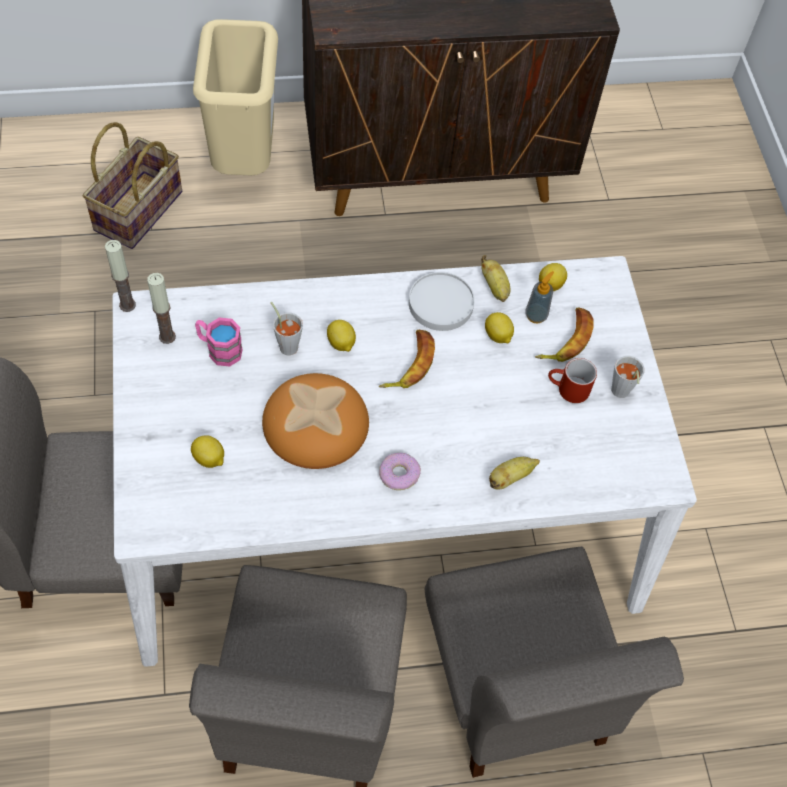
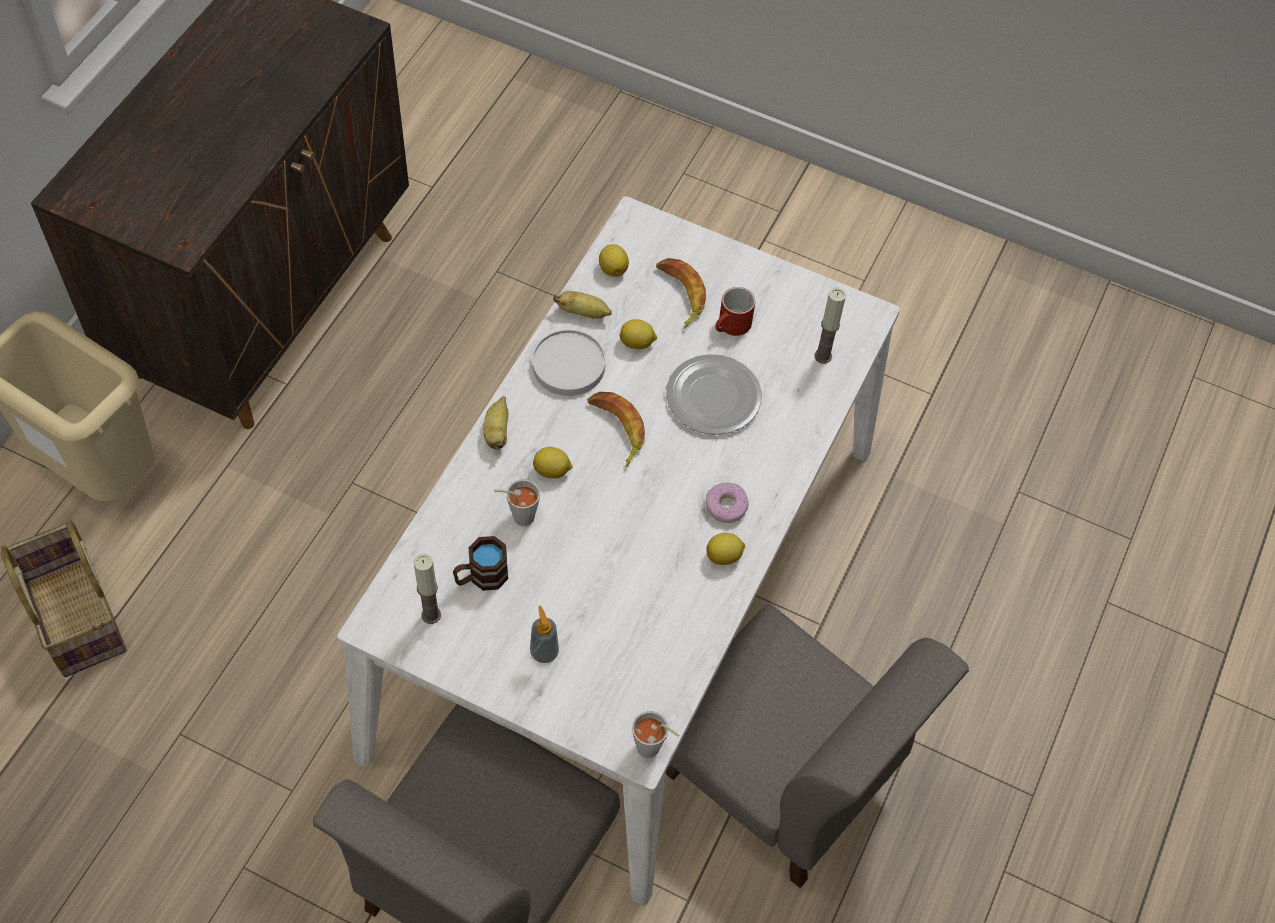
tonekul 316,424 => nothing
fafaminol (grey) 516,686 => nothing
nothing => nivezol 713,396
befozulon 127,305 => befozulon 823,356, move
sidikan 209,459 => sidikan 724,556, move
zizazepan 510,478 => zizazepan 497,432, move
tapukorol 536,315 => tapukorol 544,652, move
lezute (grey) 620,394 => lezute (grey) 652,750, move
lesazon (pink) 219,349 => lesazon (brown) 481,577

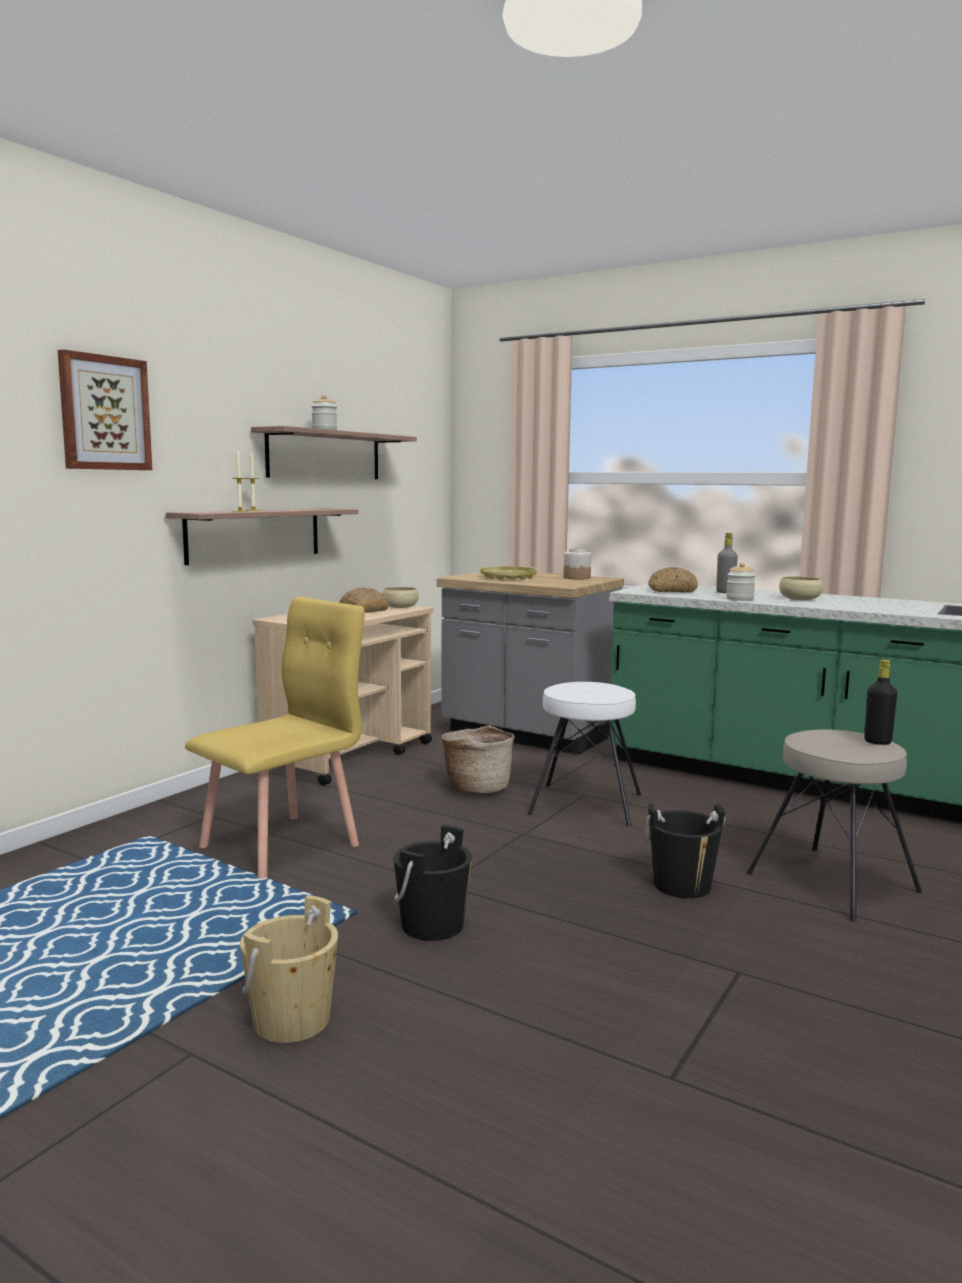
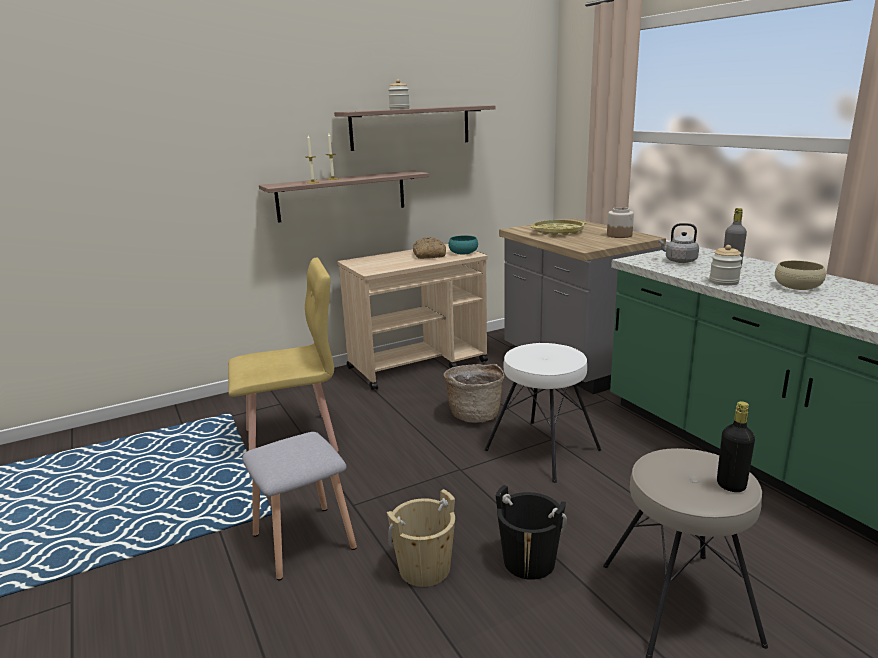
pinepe 104,413 => nothing
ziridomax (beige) 292,1020 => ziridomax (beige) 424,568, move
ziridomax (black) 432,925 => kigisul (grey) 305,542
tonekul 671,590 => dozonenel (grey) 679,261
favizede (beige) 400,606 => favizede (turquoise) 463,252

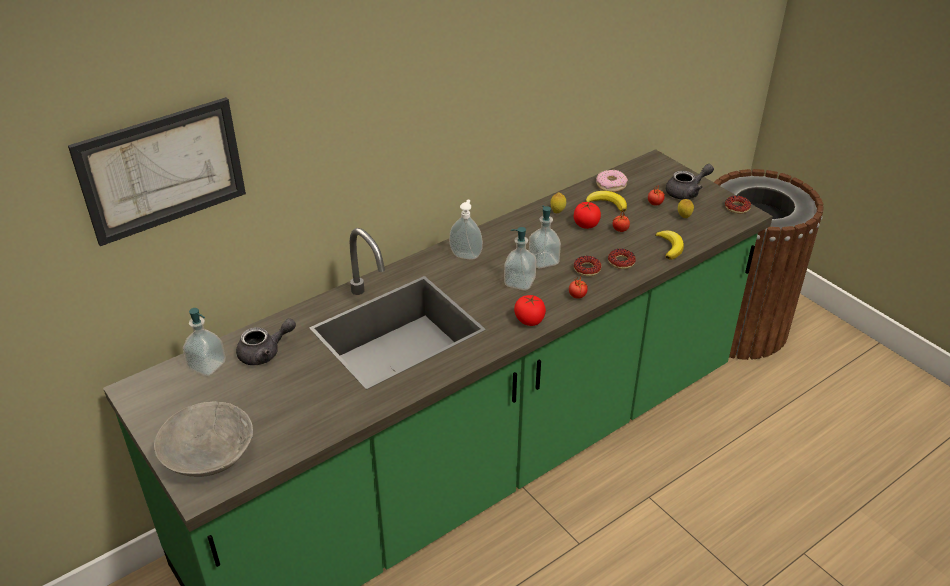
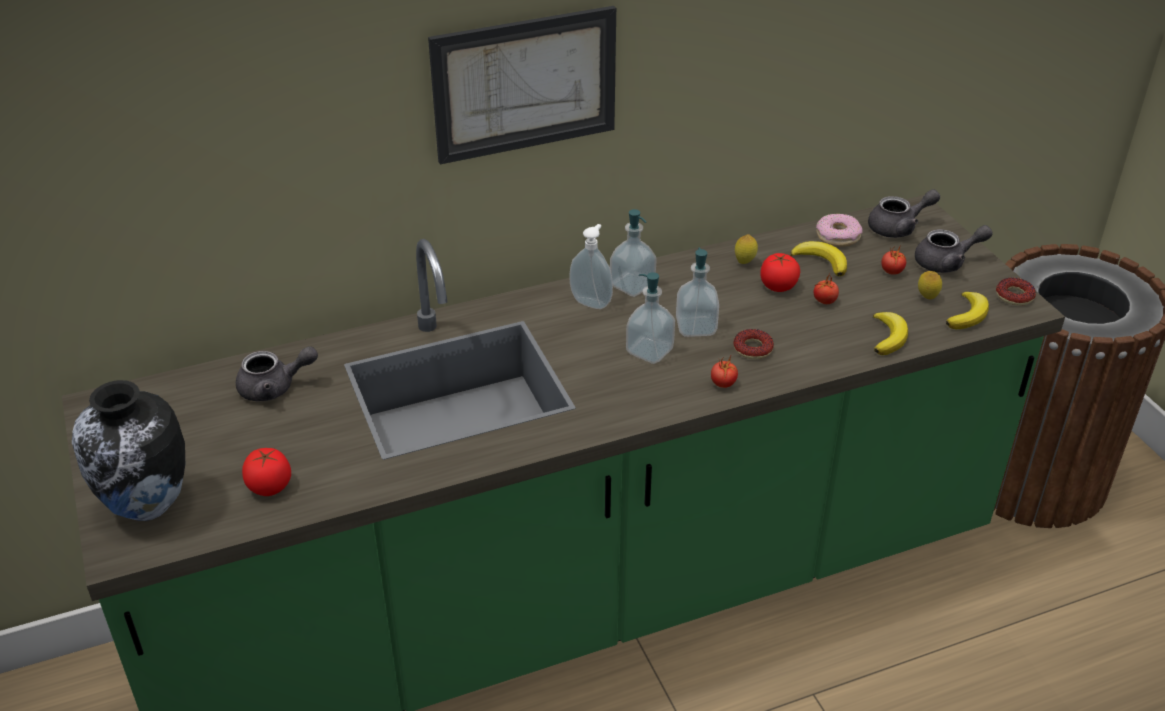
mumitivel 621,262 => nothing
nothing => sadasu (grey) 899,228
nothing => zizazepan 968,314
pinepe 162,170 => pinepe 524,84, move
tapukorol 207,365 => tapukorol 632,285, move
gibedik 529,320 => gibedik 269,486, move
favizede (grey) 208,456 => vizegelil 148,507

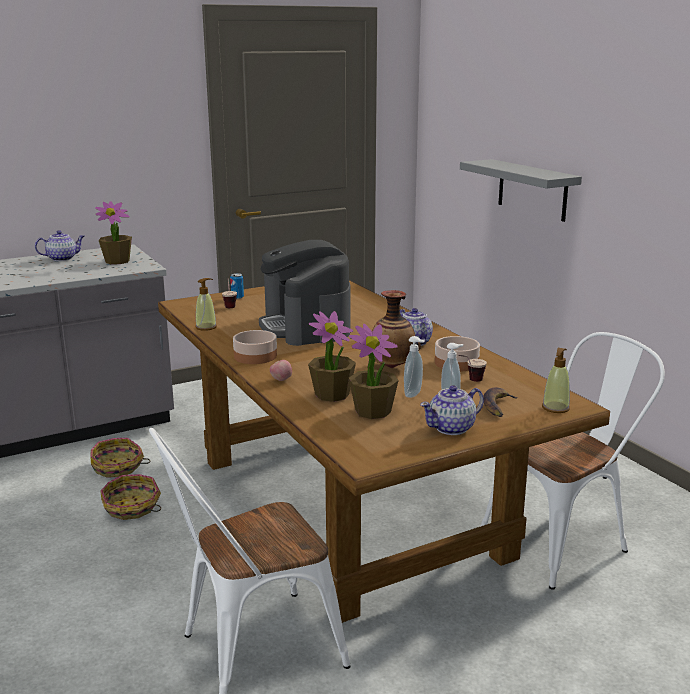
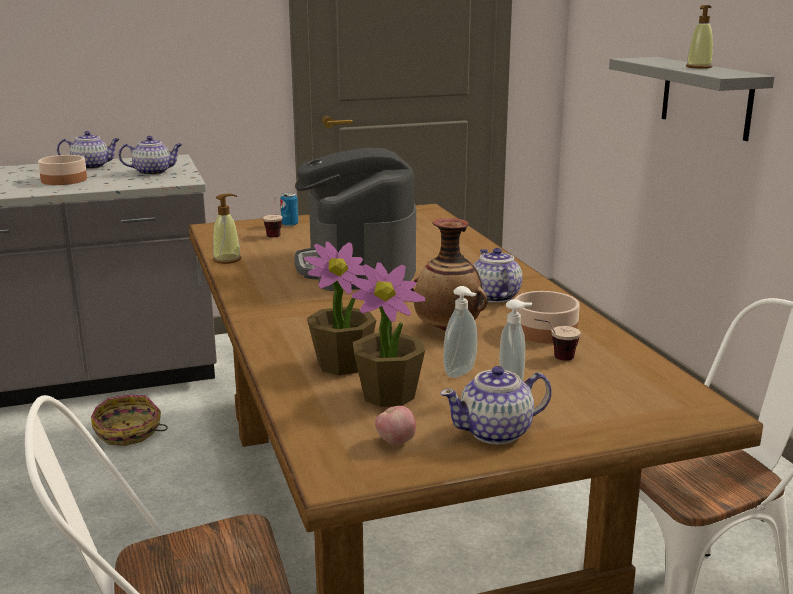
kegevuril 132,508 => nothing
zizazepan 497,406 => nothing
favizede 255,356 => favizede 64,180, move
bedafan 281,380 => bedafan 395,442, move
tapukorol 555,408 => tapukorol 698,67, move
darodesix 117,261 => sadasu 153,172

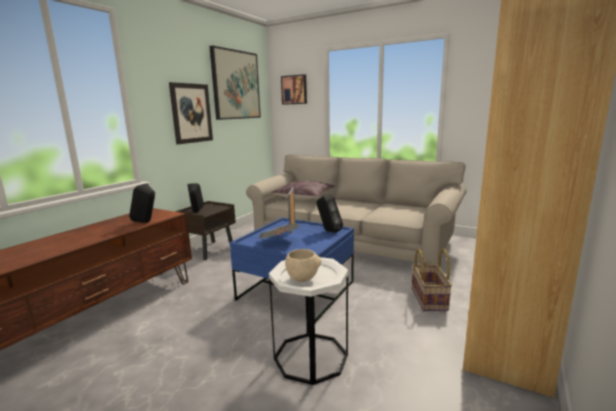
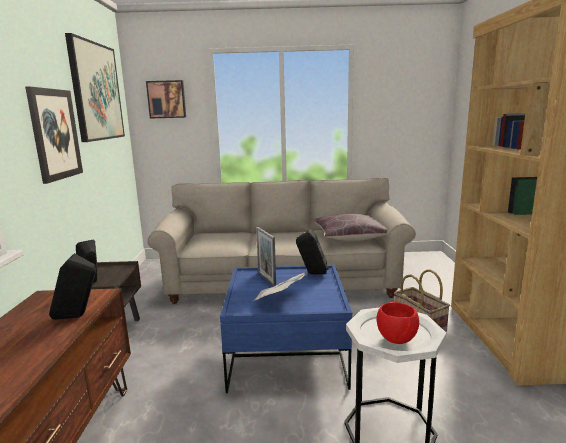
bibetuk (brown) 304,198 => bibetuk (brown) 350,237, move
favizede (beige) 303,279 => favizede (red) 397,339

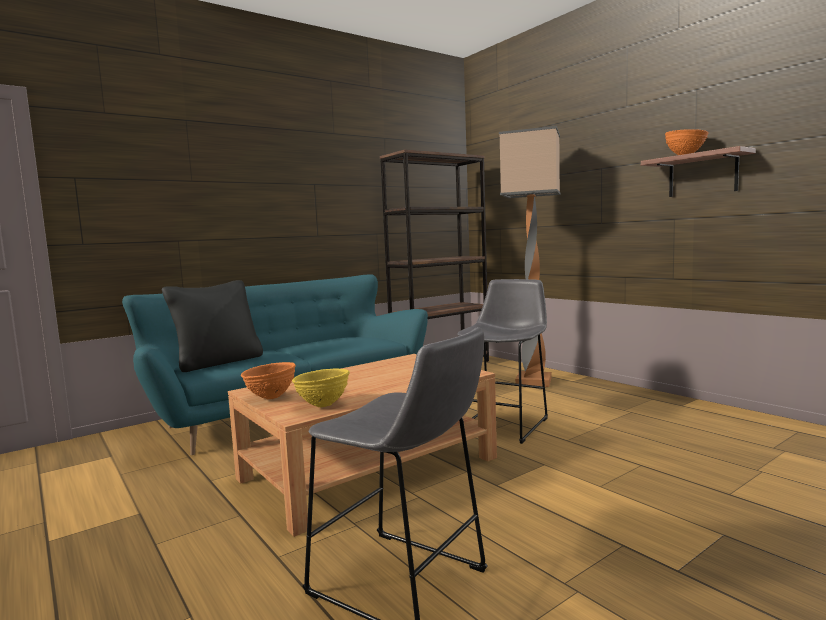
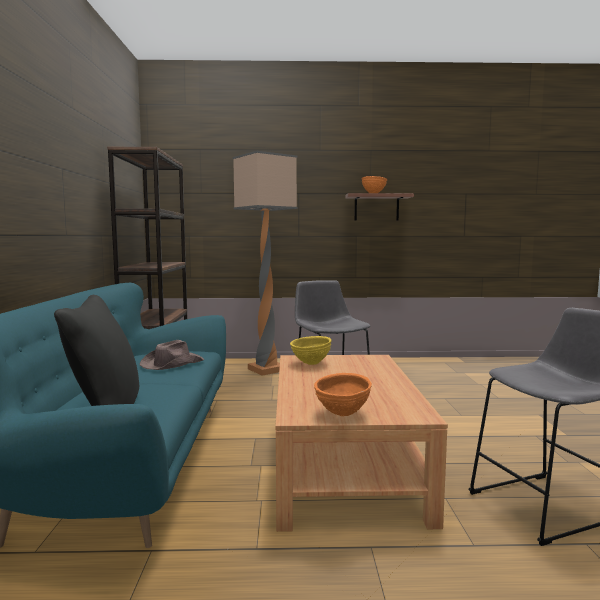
nothing => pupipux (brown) 171,363
favizede (yellow) 323,405 => favizede (yellow) 310,364, move

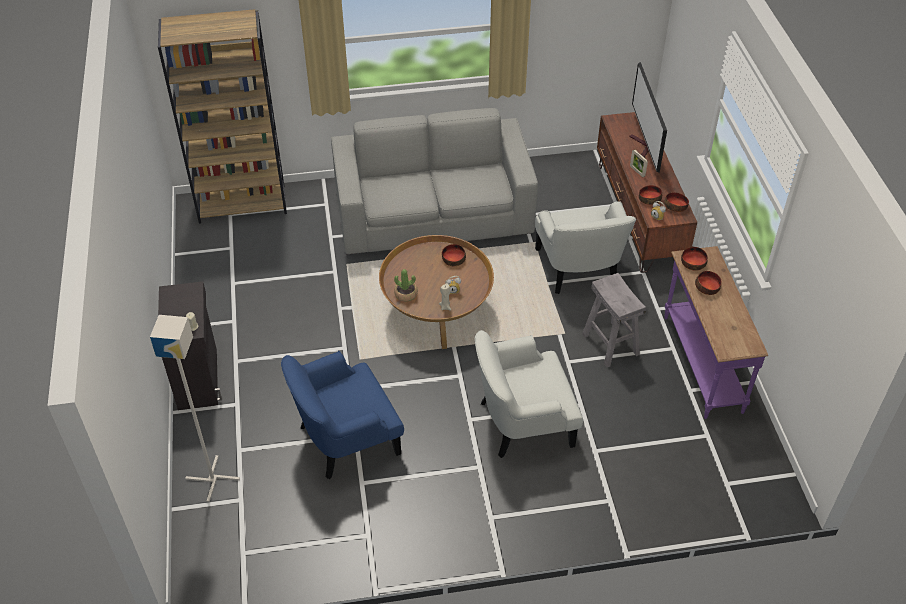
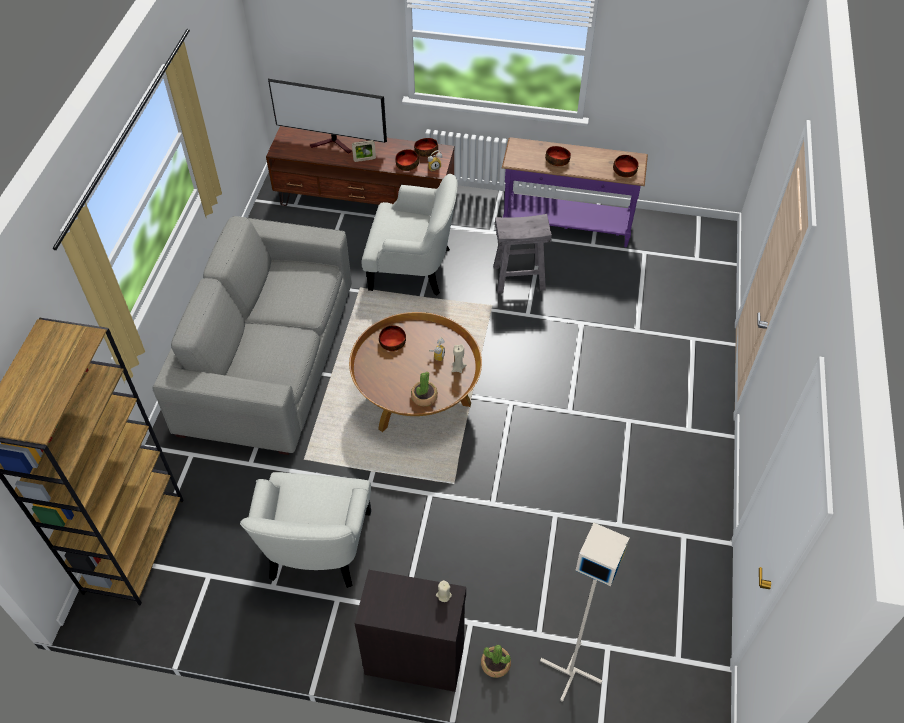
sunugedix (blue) 345,439 => nothing
nothing => darodesix 495,664
sunugedix (white) 523,422 => sunugedix (white) 317,547, move
favizede 693,263 => favizede 624,171, move

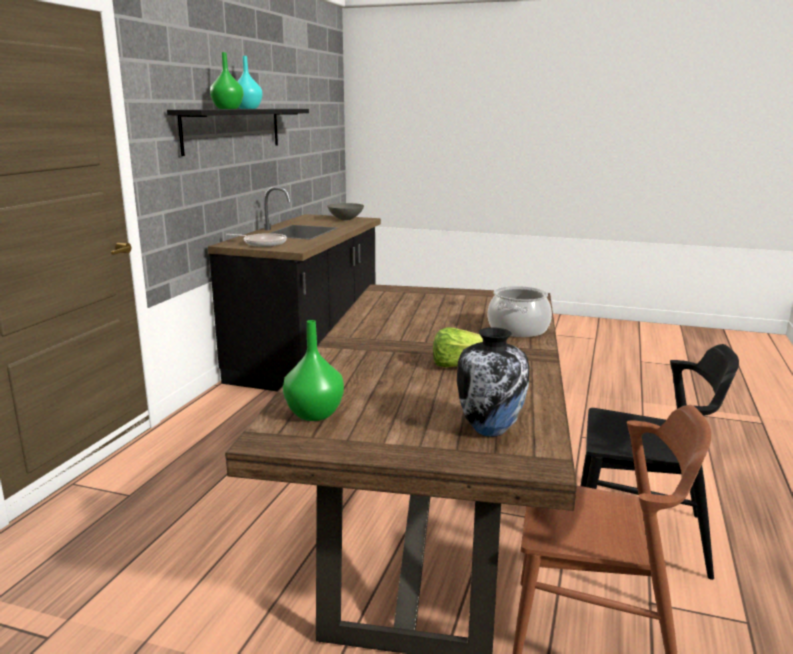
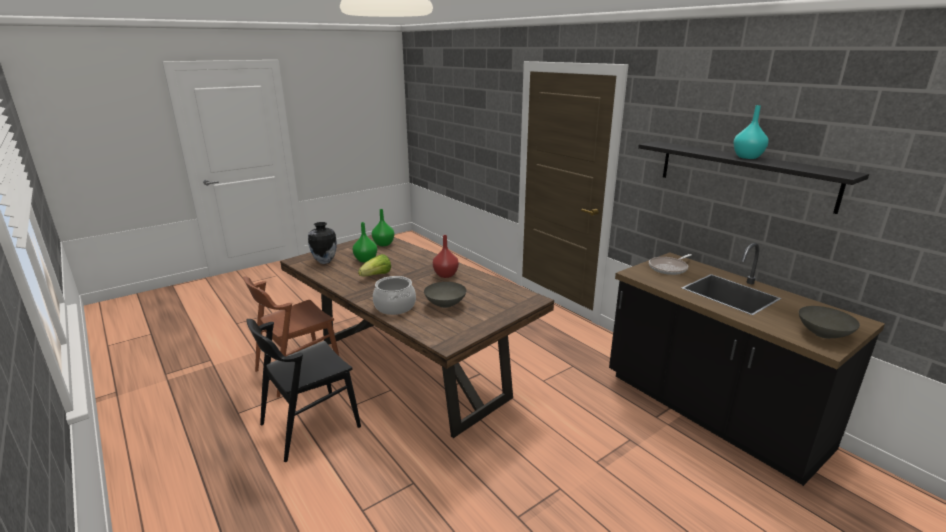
nothing => favizede (grey) 445,304
nothing => vizegelil (red) 445,275
vizegelil (green) 227,109 => vizegelil (green) 365,260, move

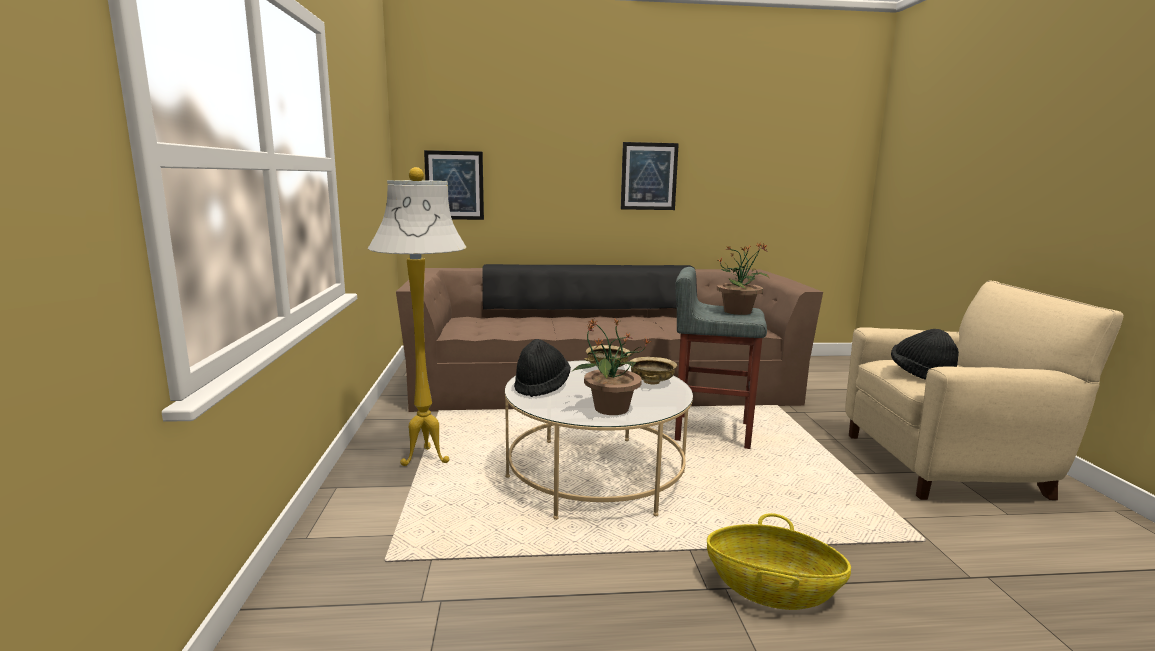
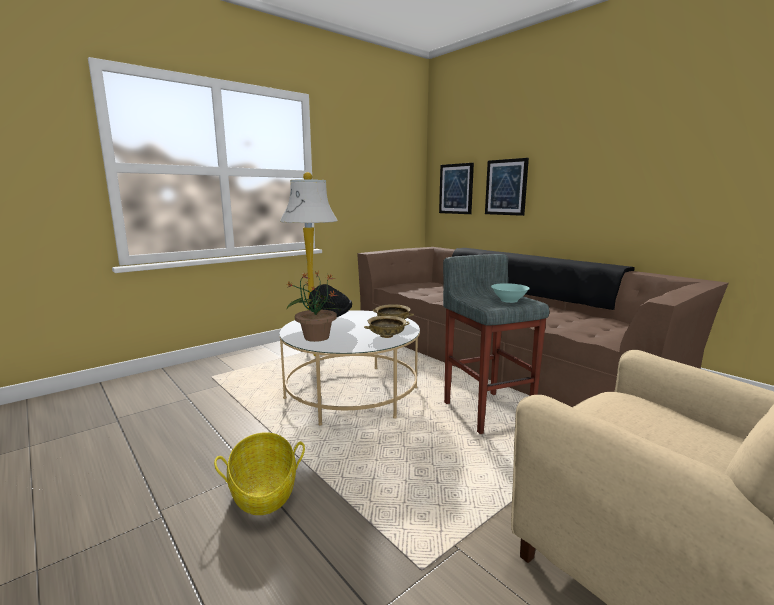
pupipux (black) 921,375 => nothing
pinepe 648,176 => pinepe 506,187, move
darodesix 738,311 => favizede (turquoise) 508,300

